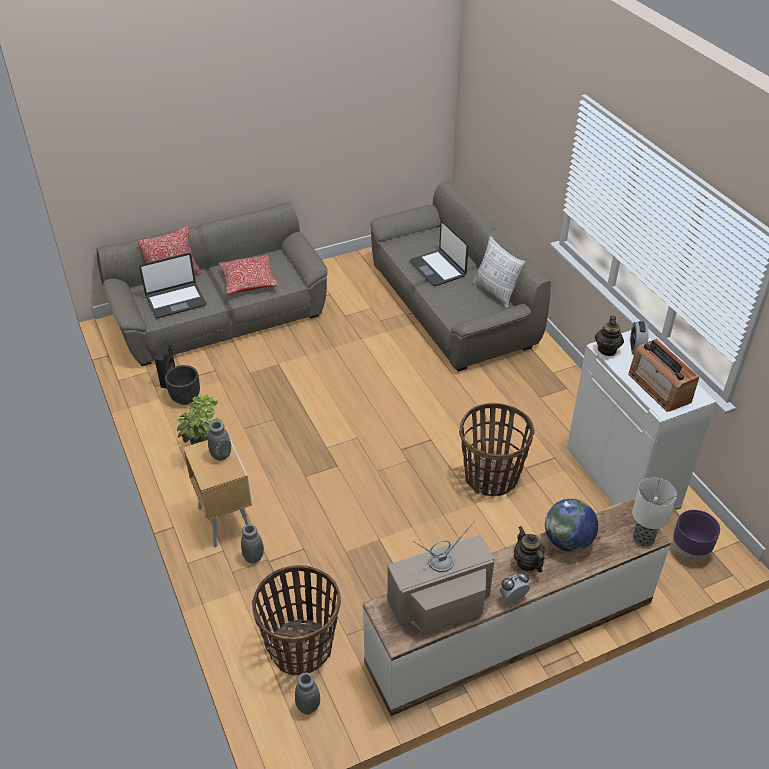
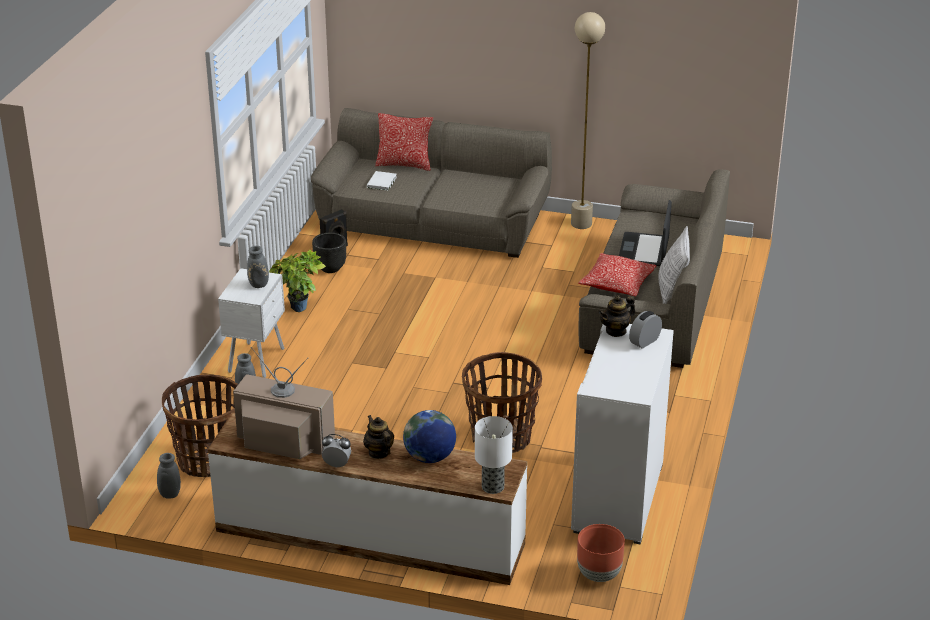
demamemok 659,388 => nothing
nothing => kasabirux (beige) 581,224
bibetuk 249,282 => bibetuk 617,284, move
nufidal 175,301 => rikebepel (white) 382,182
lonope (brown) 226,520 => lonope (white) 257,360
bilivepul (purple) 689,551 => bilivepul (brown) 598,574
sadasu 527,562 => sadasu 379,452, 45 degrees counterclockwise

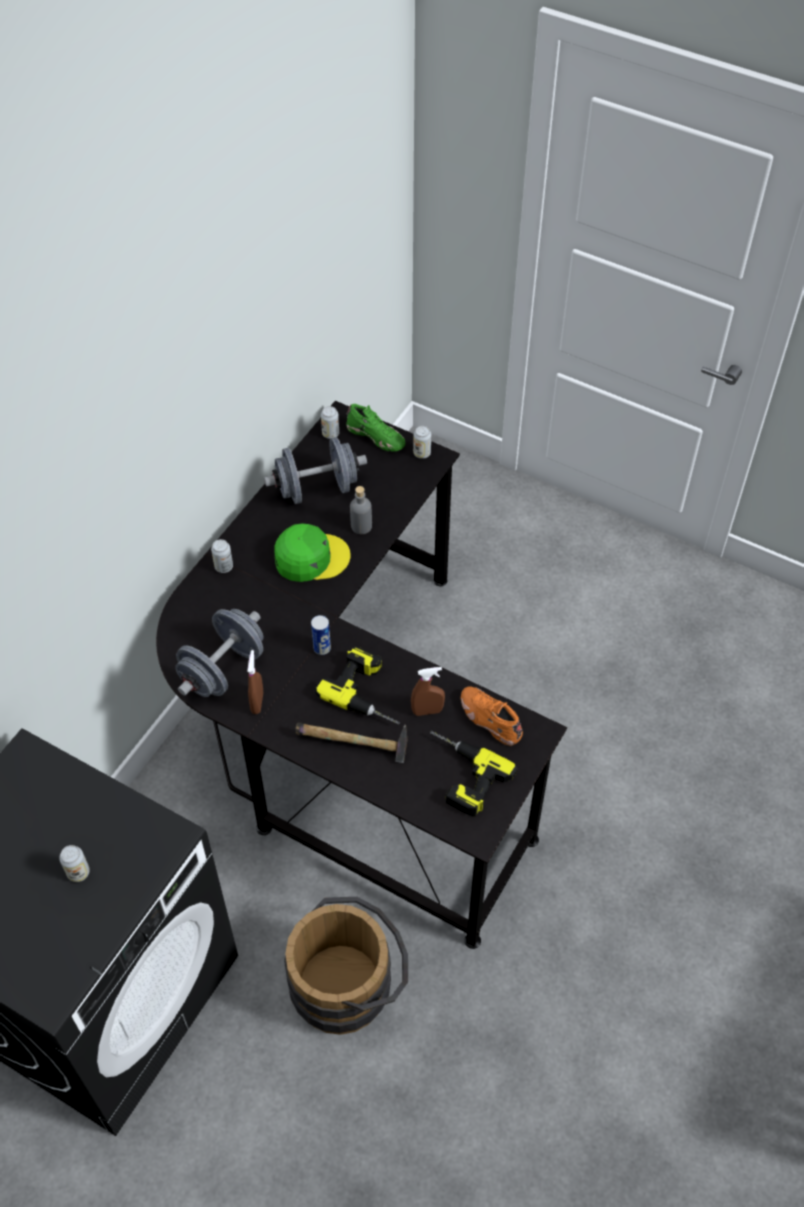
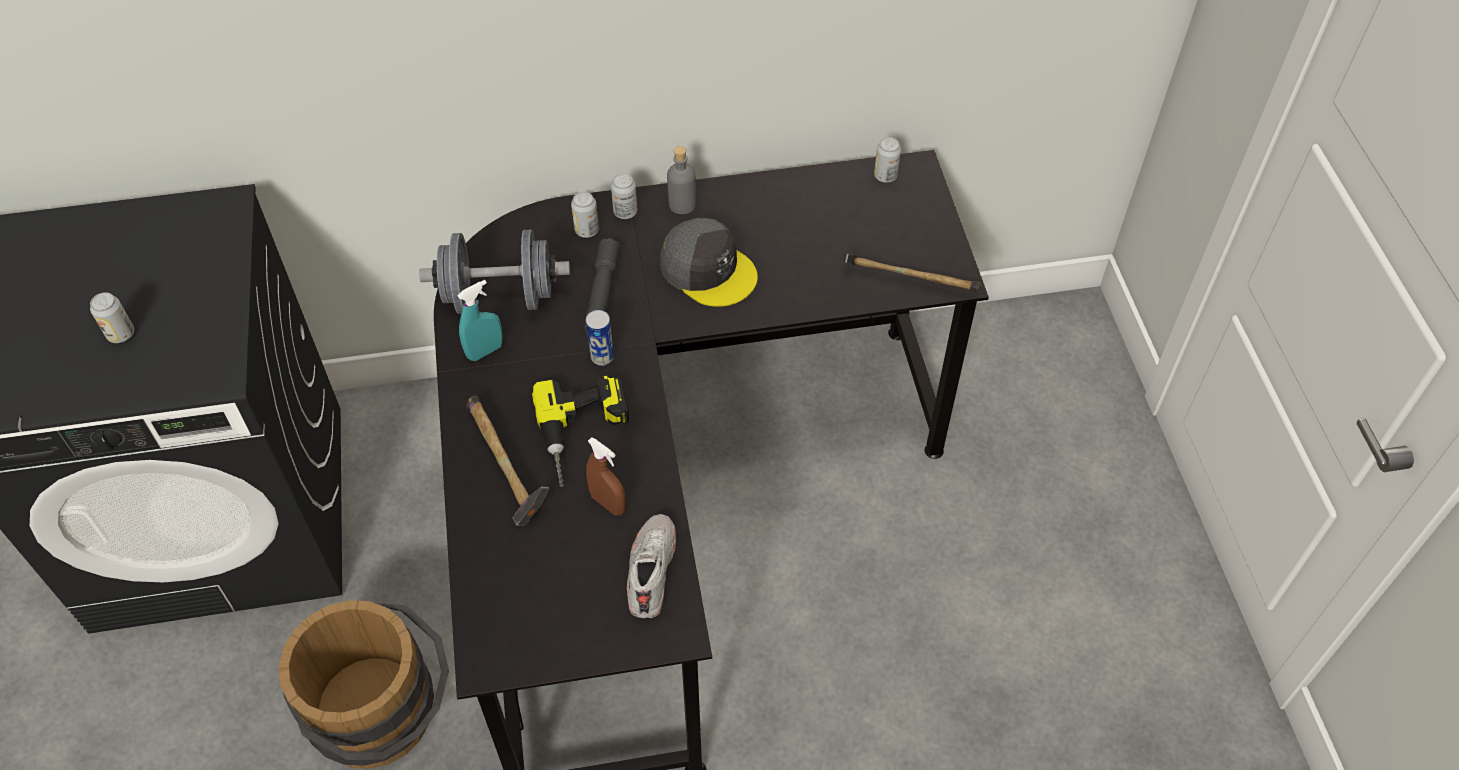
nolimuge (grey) 317,489 => nothing
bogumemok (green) 376,436 => nothing
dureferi 459,775 => nothing
nothing => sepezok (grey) 602,293
nothing => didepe 905,282
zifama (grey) 361,526 => zifama (grey) 682,204, move
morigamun 422,453 => morigamun 586,230, move
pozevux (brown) 257,702 => pozevux (turquoise) 485,351
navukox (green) 311,557 => navukox (grey) 708,269
bogumemok (orange) 489,719 => bogumemok (white) 650,570

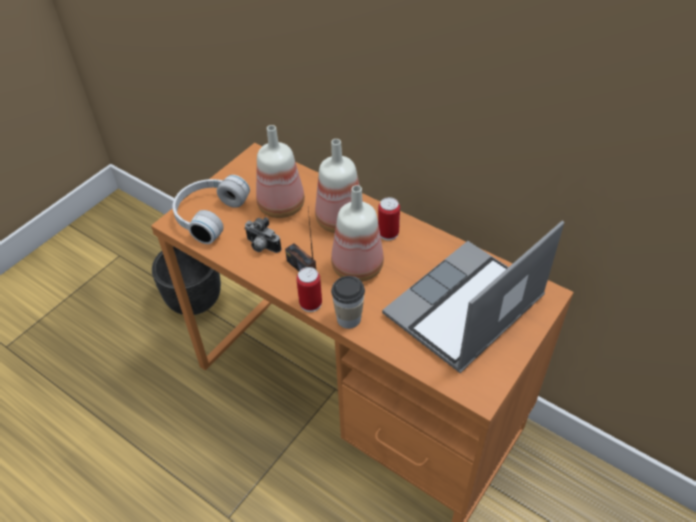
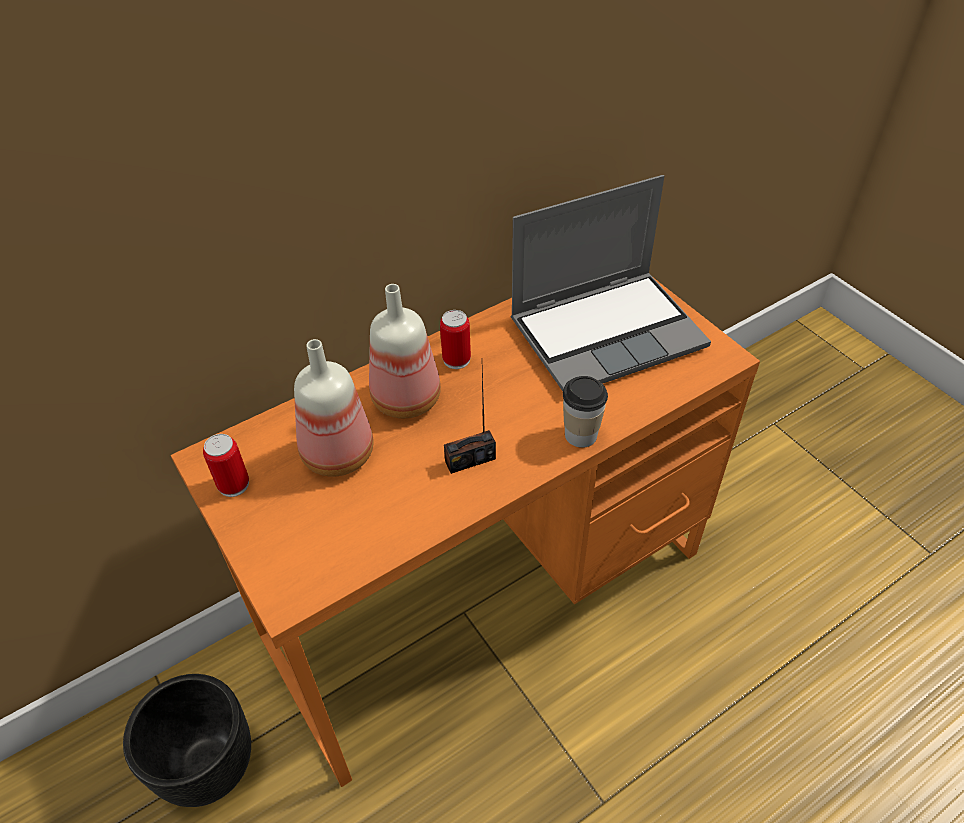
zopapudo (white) 208,215 => nothing
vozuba 261,247 => nothing
zifama 356,268 => nothing
morigamun 310,303 => morigamun 233,484, move
nufidal 464,309 => nufidal 608,332, 90 degrees counterclockwise

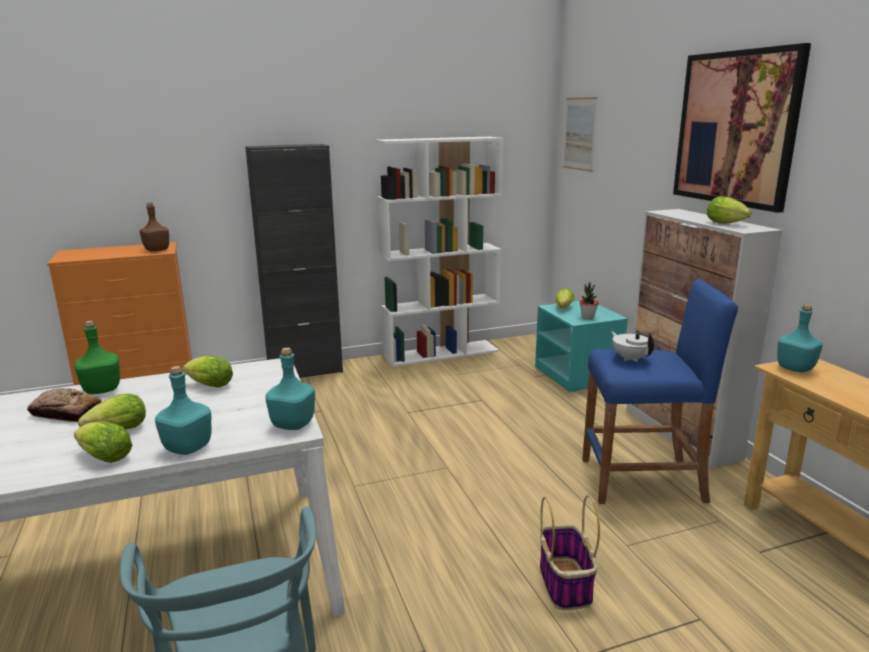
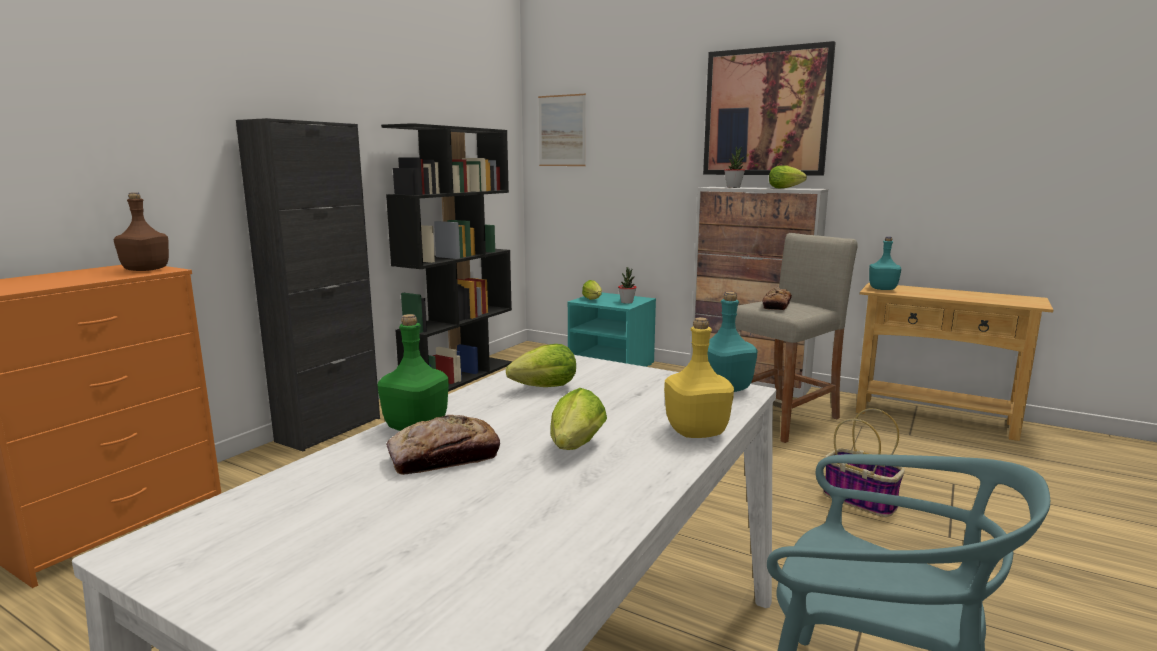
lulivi 102,457 => nothing
nothing => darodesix 733,187
sadasu (white) 630,358 => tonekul 776,305
zifama (turquoise) 188,447 => zifama (yellow) 695,431
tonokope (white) 441,353 => tonokope (black) 460,377
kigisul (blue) 642,480 => kigisul (beige) 781,419

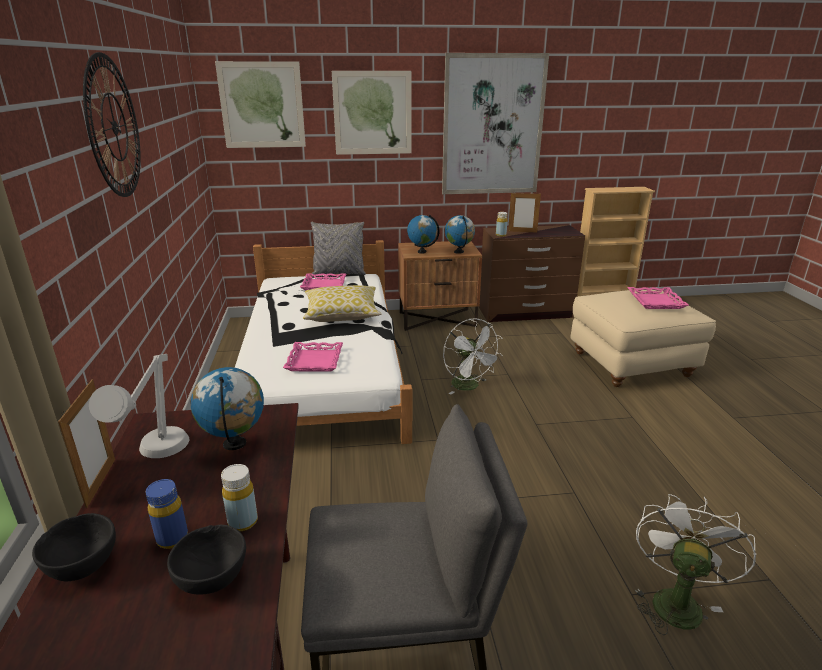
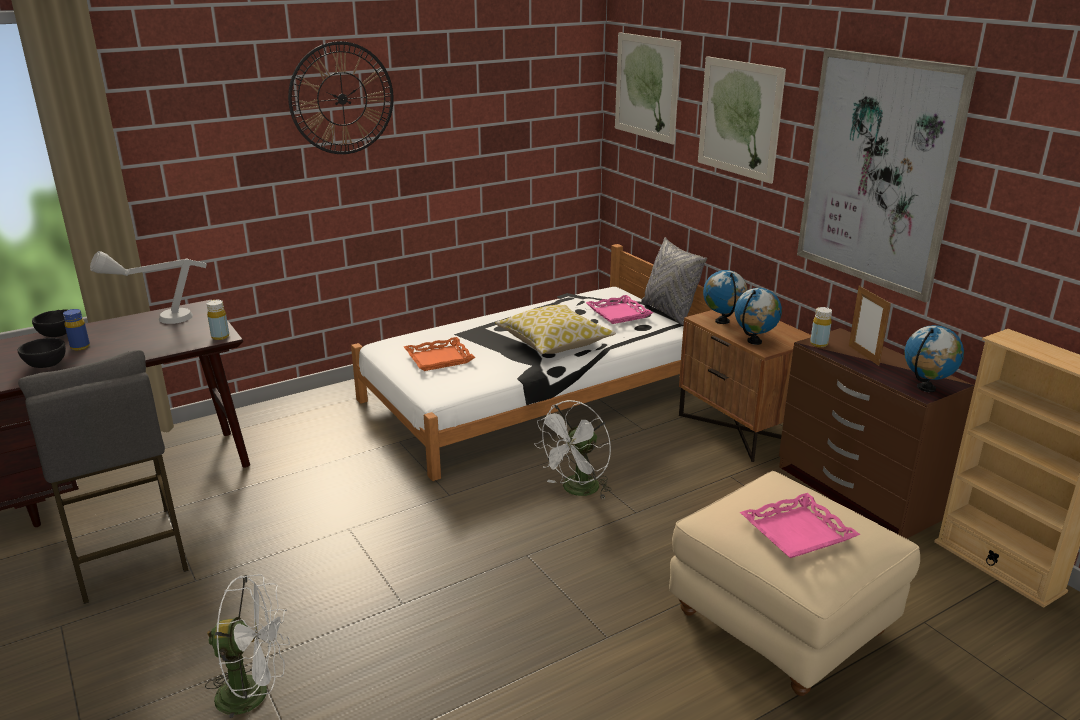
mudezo 101,482 => nothing
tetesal 235,444 => tetesal 926,388, move
zifama (yellow) 243,522 => zifama (yellow) 220,337, move
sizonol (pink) 315,361 => sizonol (orange) 439,359

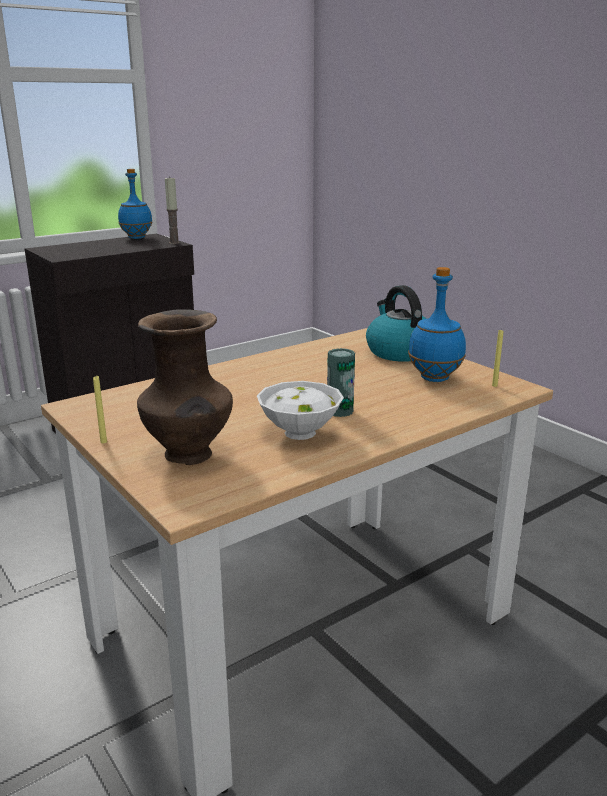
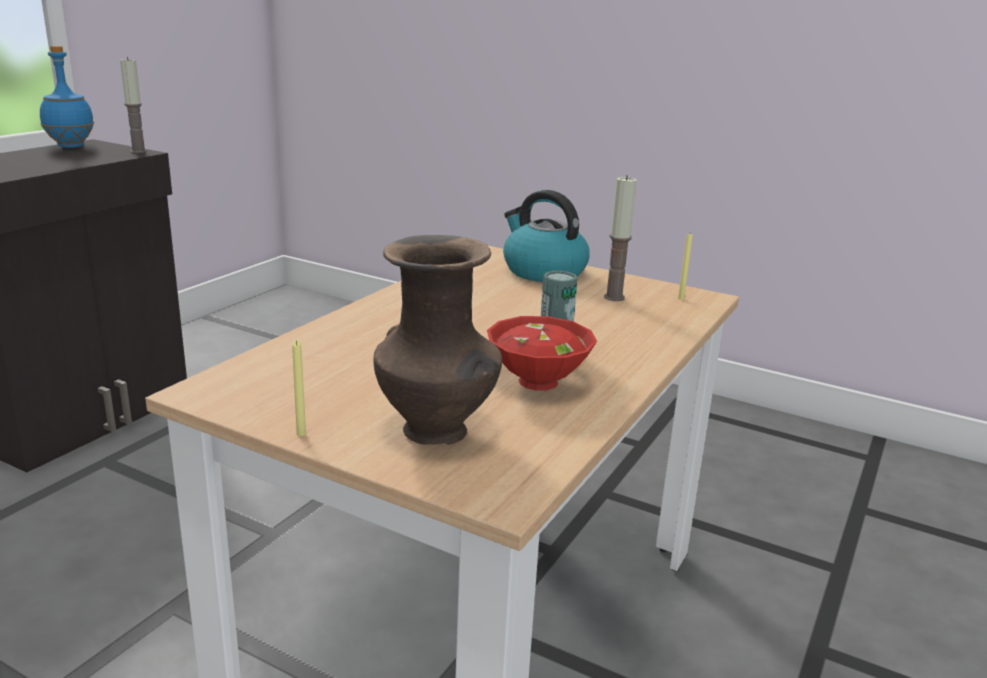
zifama (blue) 435,378 => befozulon 614,297
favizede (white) 298,433 => favizede (red) 536,382

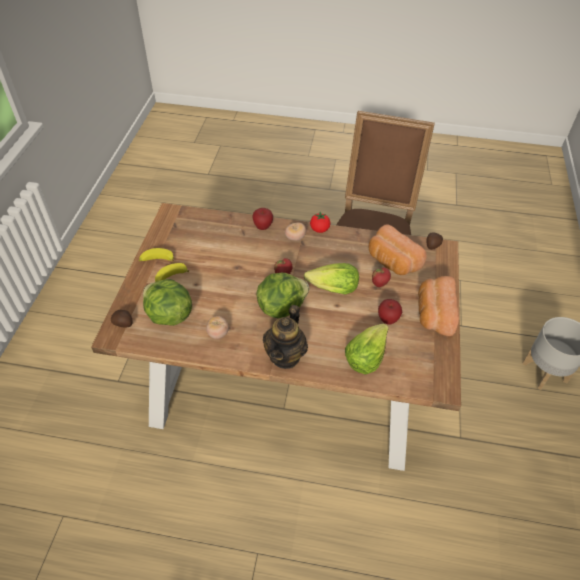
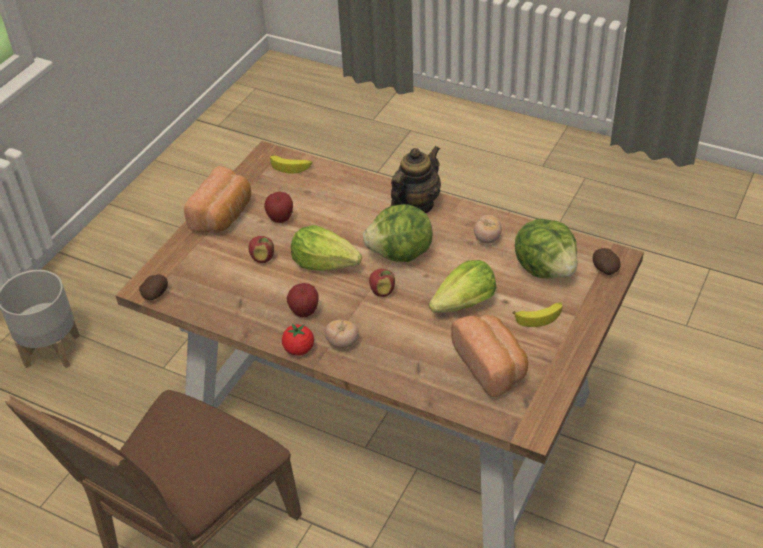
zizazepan 156,260 => zizazepan 291,166, move
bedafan 263,227 => bedafan 304,312, move
lulivi 365,356 => lulivi 464,304, move
tonekul 392,262 => tonekul 491,365, move

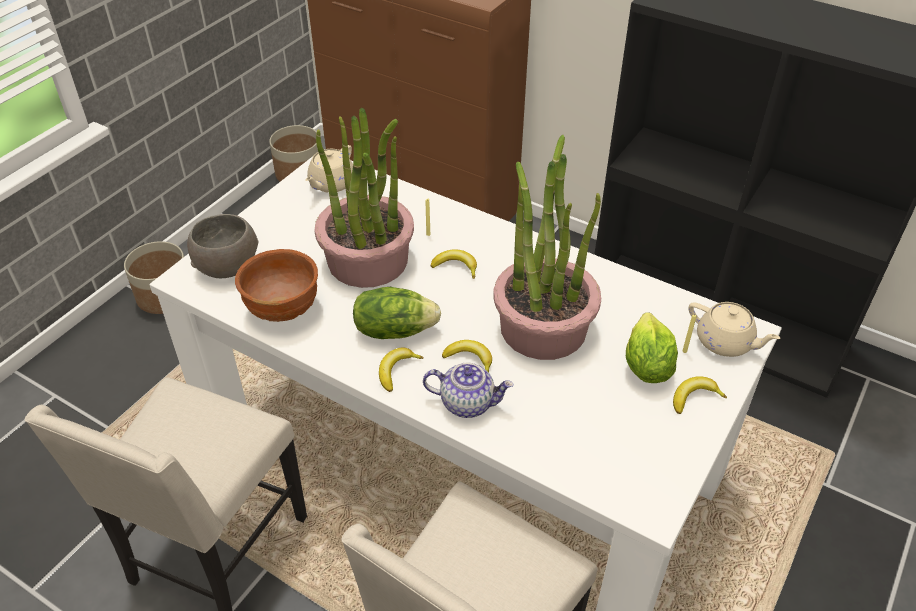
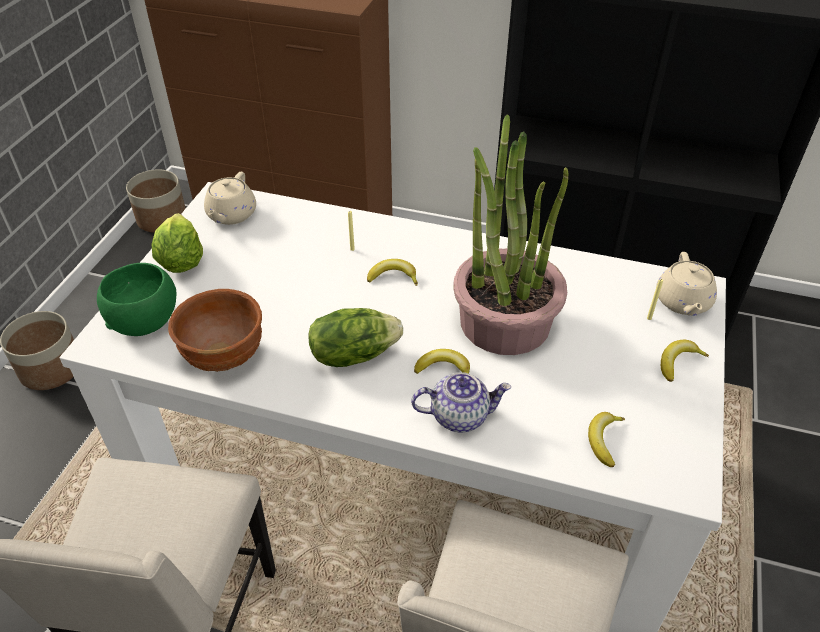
darodesix 368,261 => nothing
zizazepan 396,371 => zizazepan 603,440, move
lulivi 646,366 => lulivi 181,261, move
favizede (grey) 227,265 => favizede (green) 144,319
sadasu (beige) 725,342 => sadasu (beige) 682,302, 75 degrees clockwise

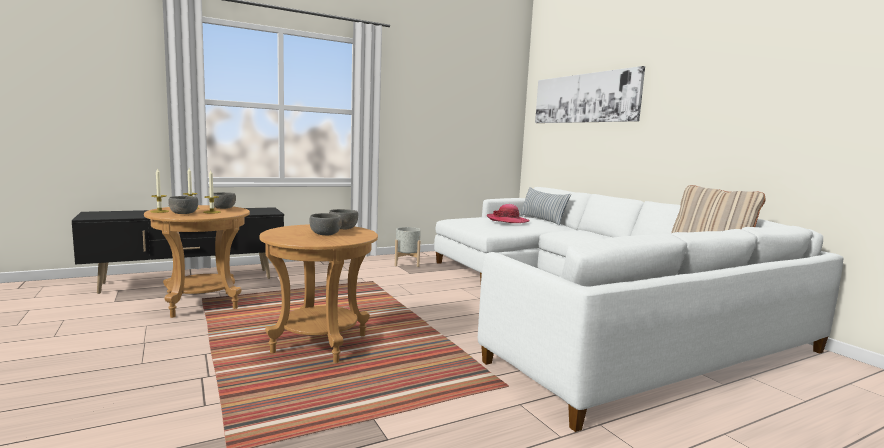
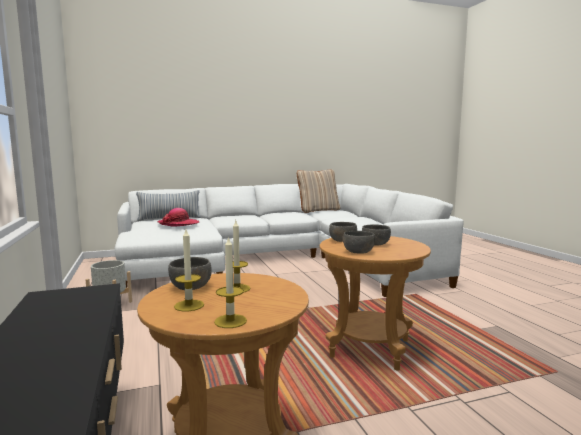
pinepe 584,98 => nothing
favizede (grey) 184,213 => favizede (grey) 358,252, move

